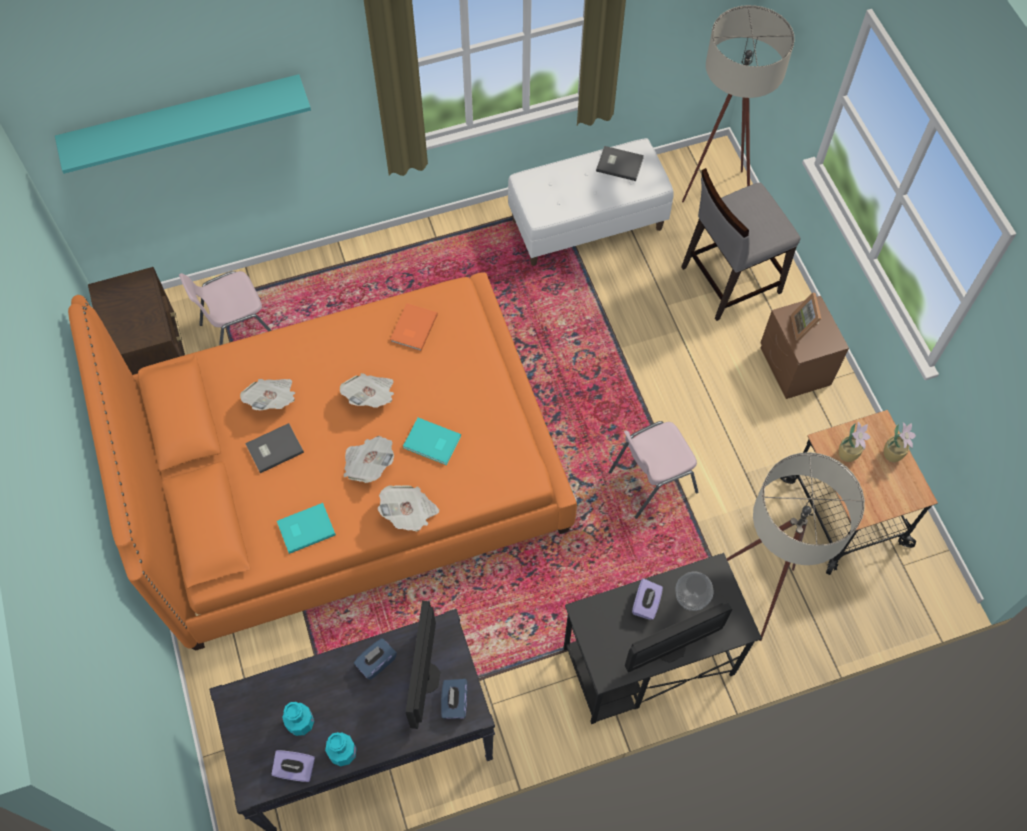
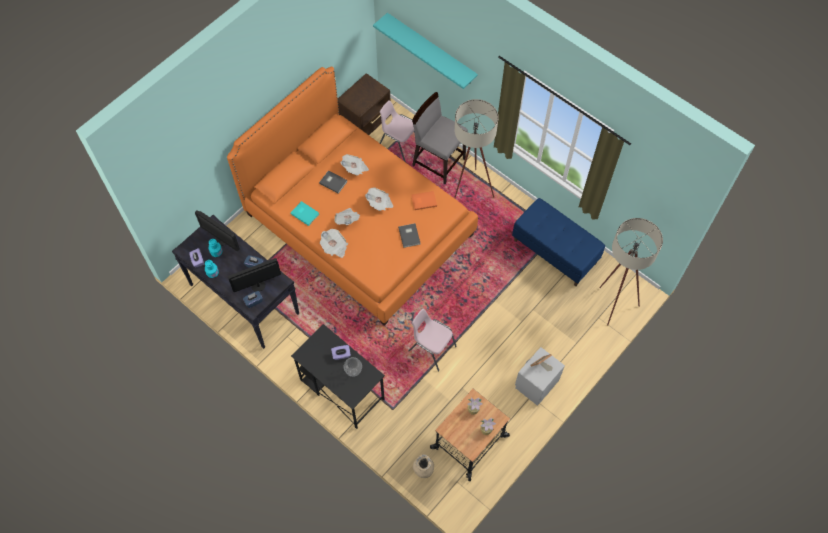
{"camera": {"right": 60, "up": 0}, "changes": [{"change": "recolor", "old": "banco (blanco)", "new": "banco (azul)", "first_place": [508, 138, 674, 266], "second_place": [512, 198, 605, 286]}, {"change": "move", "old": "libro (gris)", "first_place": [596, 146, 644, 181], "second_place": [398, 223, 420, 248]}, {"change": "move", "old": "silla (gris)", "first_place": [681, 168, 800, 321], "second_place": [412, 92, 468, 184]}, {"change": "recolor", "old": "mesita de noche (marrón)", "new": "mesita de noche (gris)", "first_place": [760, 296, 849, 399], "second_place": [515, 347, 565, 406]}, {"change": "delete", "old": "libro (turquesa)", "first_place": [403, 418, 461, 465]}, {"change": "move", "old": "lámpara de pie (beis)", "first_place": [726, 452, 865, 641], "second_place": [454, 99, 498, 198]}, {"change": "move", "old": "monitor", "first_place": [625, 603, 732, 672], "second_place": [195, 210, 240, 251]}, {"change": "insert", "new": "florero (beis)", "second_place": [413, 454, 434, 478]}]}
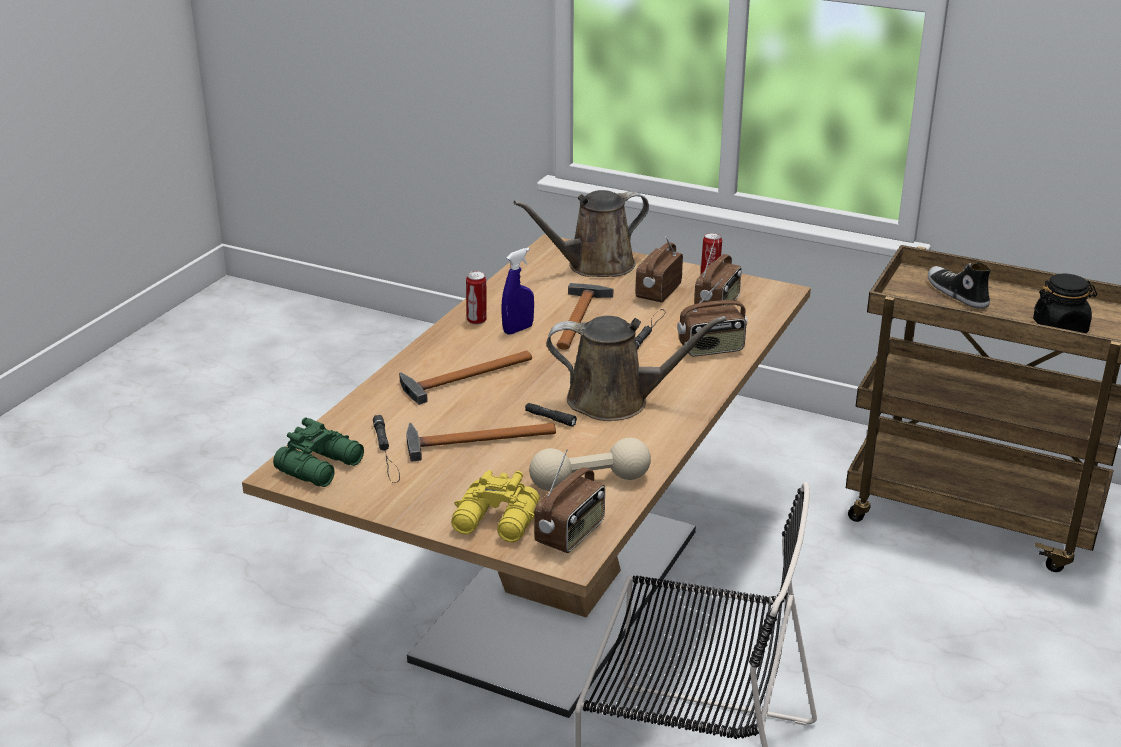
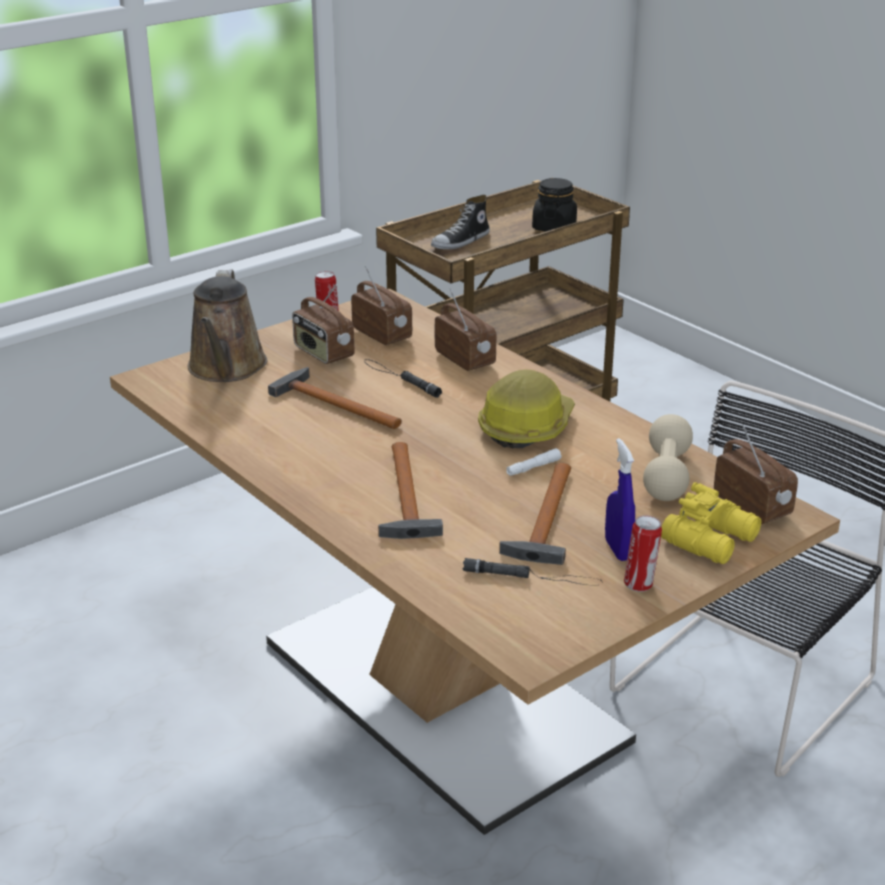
{"camera": {"right": -65, "up": 0}, "changes": [{"change": "move", "old": "pulverizador (azul)", "first_place": [501, 248, 534, 334], "second_place": [605, 438, 635, 561]}, {"change": "rotate", "old": "zapato", "first_place": [928, 262, 991, 309], "second_place": [431, 195, 490, 250], "degrees": -45}, {"change": "move", "old": "lata", "first_place": [466, 271, 487, 324], "second_place": [624, 515, 662, 592]}, {"change": "rotate", "old": "radio", "first_place": [677, 279, 747, 356], "second_place": [435, 288, 496, 371], "degrees": -45}, {"change": "replace", "old": "regadera (marrón)", "new": "casco", "first_place": [547, 316, 727, 421], "second_place": [478, 370, 575, 448]}, {"change": "recolor", "old": "linterna (negro)", "new": "linterna (blanco)", "first_place": [525, 403, 577, 427], "second_place": [506, 448, 561, 476]}, {"change": "delete", "old": "prismáticos (verde)", "first_place": [273, 417, 364, 487]}]}
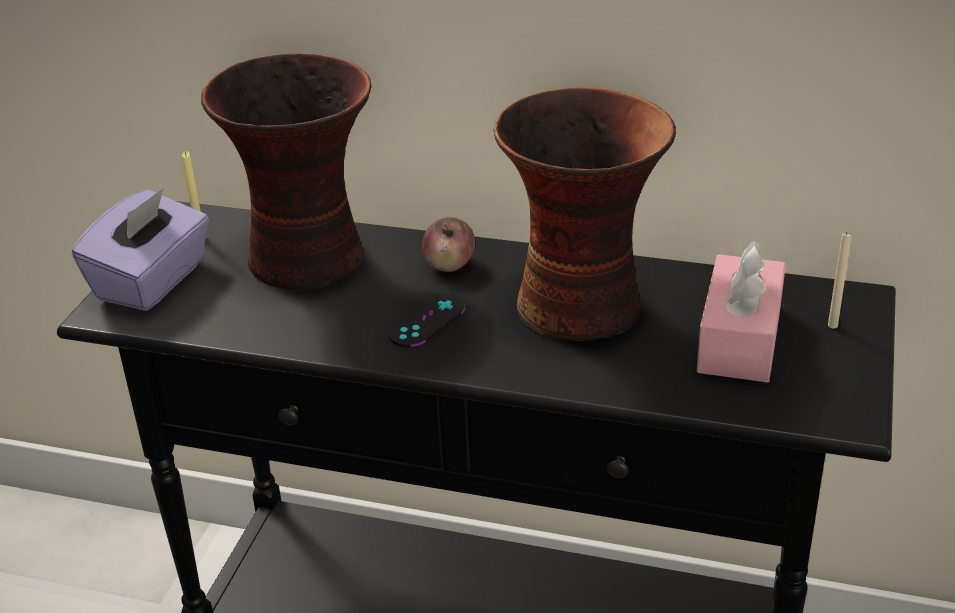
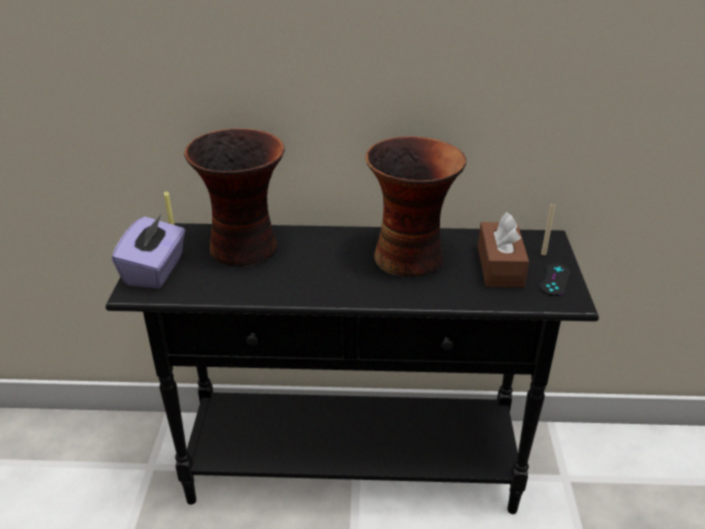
{"camera": {"right": -15, "up": 0}, "changes": [{"change": "delete", "old": "manzana", "first_place": [422, 217, 475, 272]}, {"change": "recolor", "old": "caja de pañuelos (rosa)", "new": "caja de pañuelos (marrón)", "first_place": [697, 240, 786, 383], "second_place": [478, 212, 529, 288]}, {"change": "move", "old": "mando de consola (negro)", "first_place": [389, 295, 465, 347], "second_place": [540, 263, 571, 296]}]}
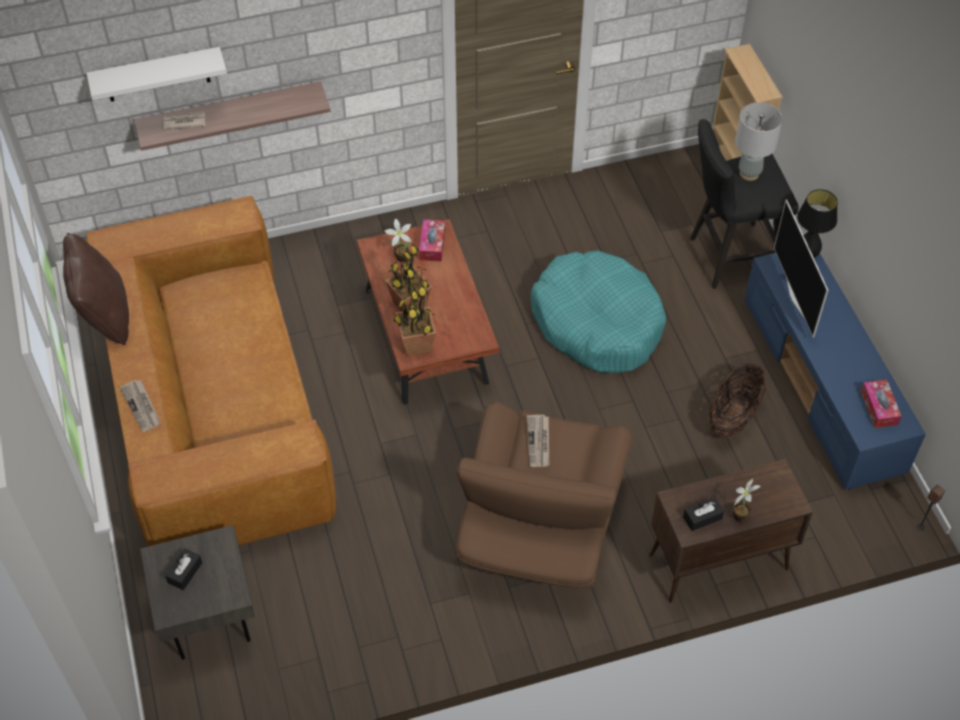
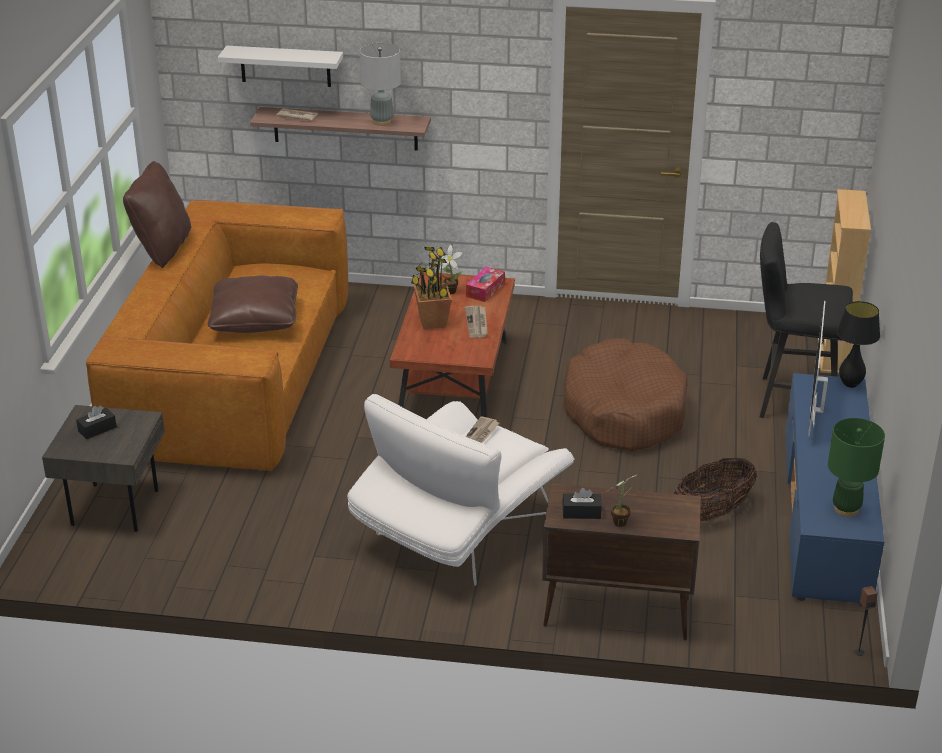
{"camera": {"right": 25, "up": -20}, "changes": [{"change": "move", "old": "lámpara de mesa (gris)", "first_place": [735, 102, 783, 181], "second_place": [360, 43, 401, 126]}, {"change": "recolor", "old": "cama para perro (turquesa)", "new": "cama para perro (marrón)", "first_place": [531, 251, 666, 373], "second_place": [563, 338, 687, 451]}, {"change": "delete", "old": "planta en maceta", "first_place": [394, 283, 436, 356]}, {"change": "replace", "old": "caja de pañuelos", "new": "lámpara de mesa (verde)", "first_place": [861, 379, 902, 428], "second_place": [828, 418, 885, 517]}, {"change": "move", "old": "periódico", "first_place": [119, 380, 161, 432], "second_place": [465, 306, 488, 338]}, {"change": "recolor", "old": "sillón (marrón)", "new": "sillón (blanco)", "first_place": [456, 402, 632, 588], "second_place": [347, 394, 574, 586]}, {"change": "insert", "new": "cojín (marrón)", "second_place": [208, 276, 298, 333]}]}
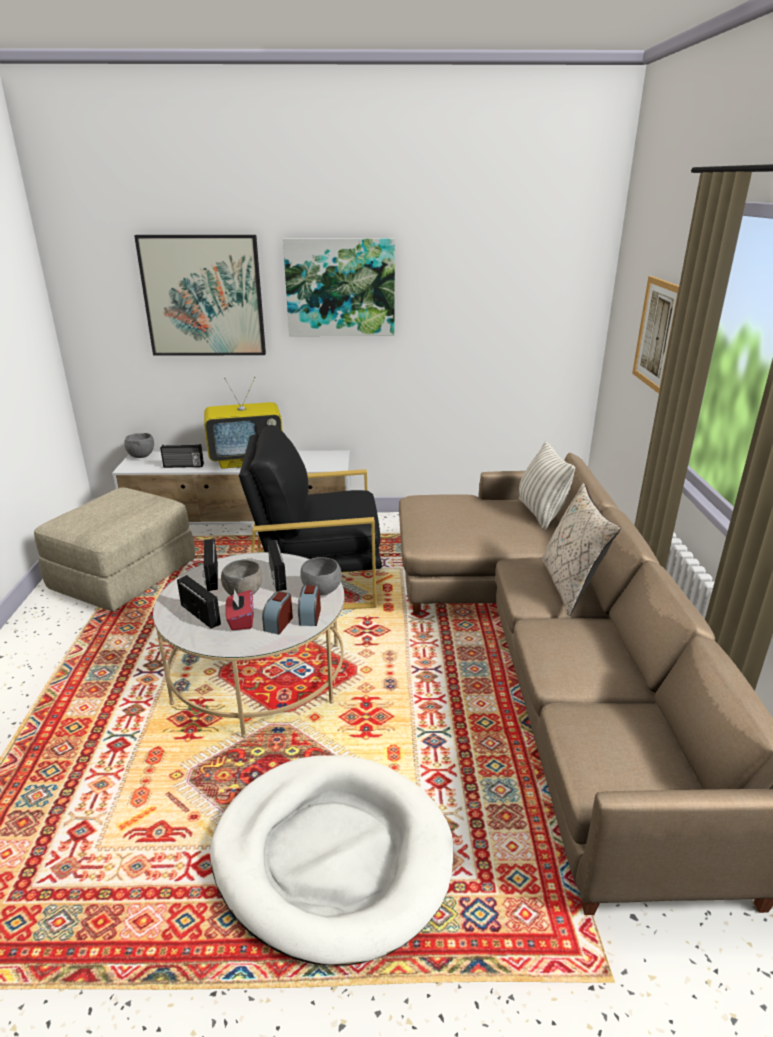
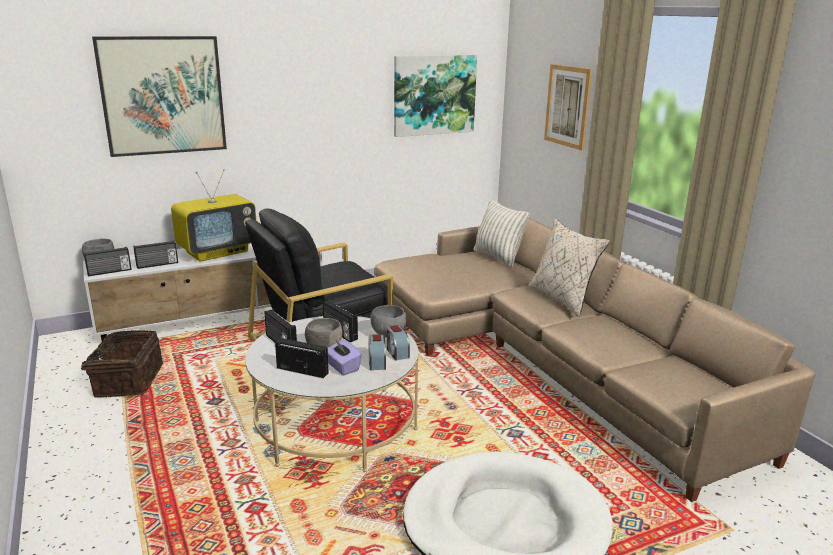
{"camera": {"right": -25, "up": -5}, "changes": [{"change": "move", "old": "cuadro", "first_place": [283, 238, 395, 336], "second_place": [394, 55, 477, 137]}, {"change": "replace", "old": "puf (beis)", "new": "cesta", "first_place": [34, 487, 195, 611], "second_place": [77, 330, 163, 398]}, {"change": "recolor", "old": "caja de pañuelos (rojo)", "new": "caja de pañuelos (morado)", "first_place": [225, 589, 253, 630], "second_place": [328, 339, 362, 375]}, {"change": "insert", "new": "radio", "second_place": [84, 247, 131, 276]}]}
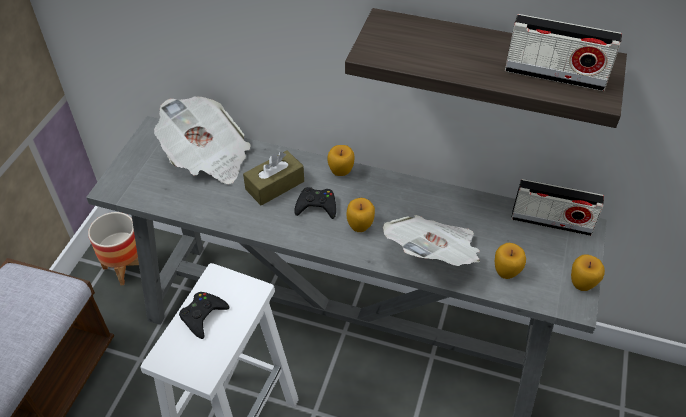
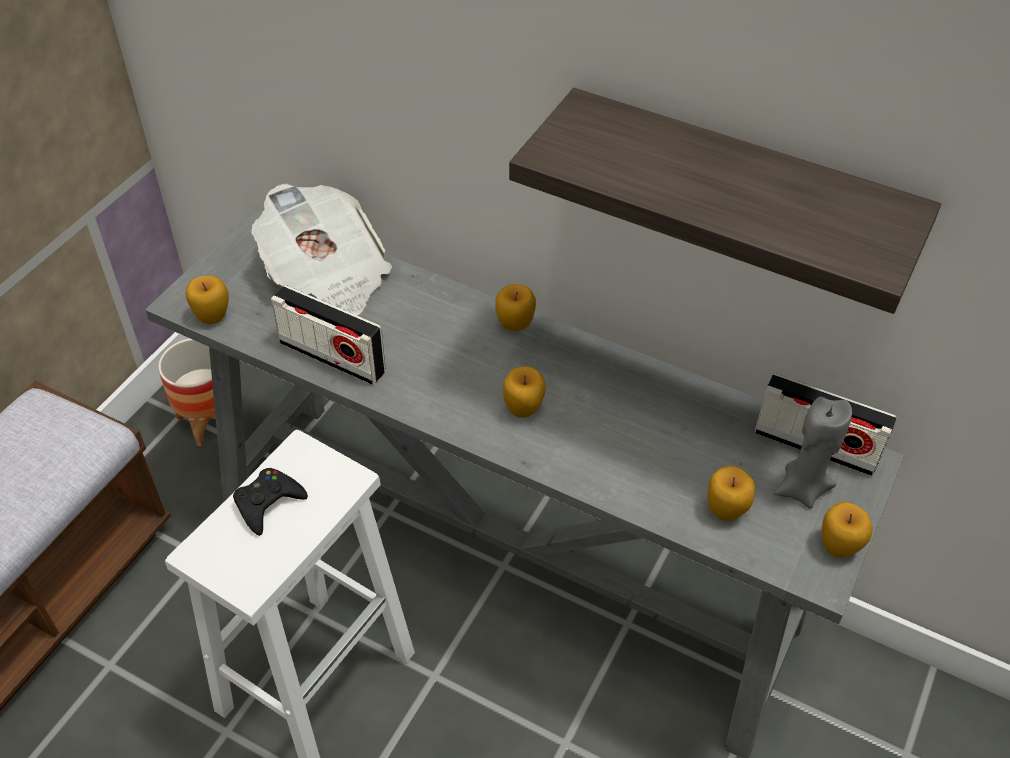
{"camera": {"right": 10, "up": 0}, "changes": [{"change": "move", "old": "radio", "first_place": [505, 14, 622, 91], "second_place": [271, 285, 386, 385]}, {"change": "delete", "old": "caja de pañuelos (marrón)", "first_place": [243, 151, 304, 206]}, {"change": "delete", "old": "mando de consola (negro)", "first_place": [294, 187, 336, 219]}, {"change": "delete", "old": "periódico", "first_place": [383, 215, 480, 266]}, {"change": "insert", "new": "manzana", "second_place": [186, 275, 229, 324]}, {"change": "insert", "new": "vela (gris)", "second_place": [774, 397, 852, 508]}]}
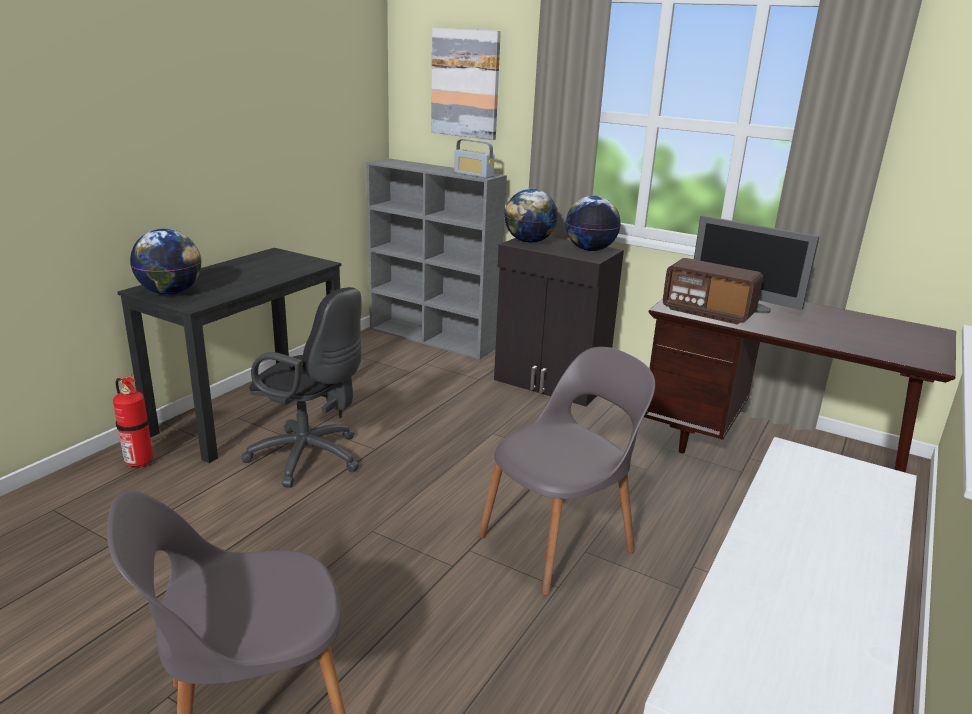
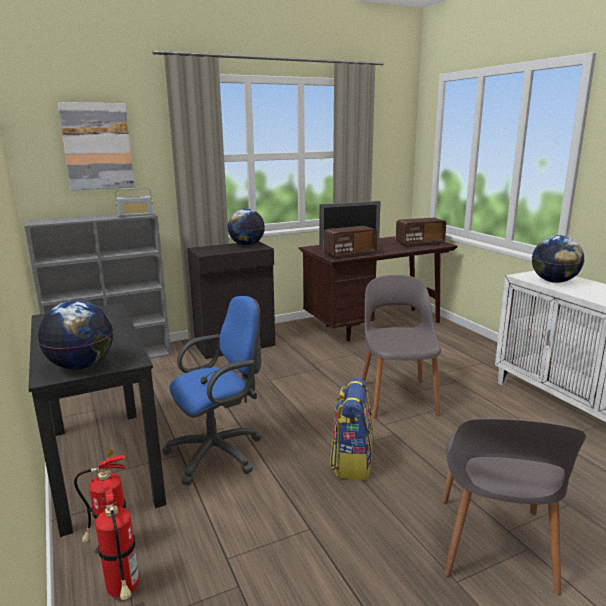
{"camera": {"right": -55, "up": -5}, "changes": [{"change": "move", "old": "globo terráqueo", "first_place": [505, 189, 558, 243], "second_place": [532, 235, 584, 283]}, {"change": "recolor", "old": "silla de oficina (negro)", "new": "silla de oficina (azul)", "first_place": [241, 287, 362, 488], "second_place": [162, 296, 261, 486]}, {"change": "insert", "new": "radio", "second_place": [396, 218, 446, 247]}, {"change": "insert", "new": "mochila", "second_place": [330, 378, 374, 480]}, {"change": "insert", "new": "extintor", "second_place": [95, 479, 139, 600]}]}
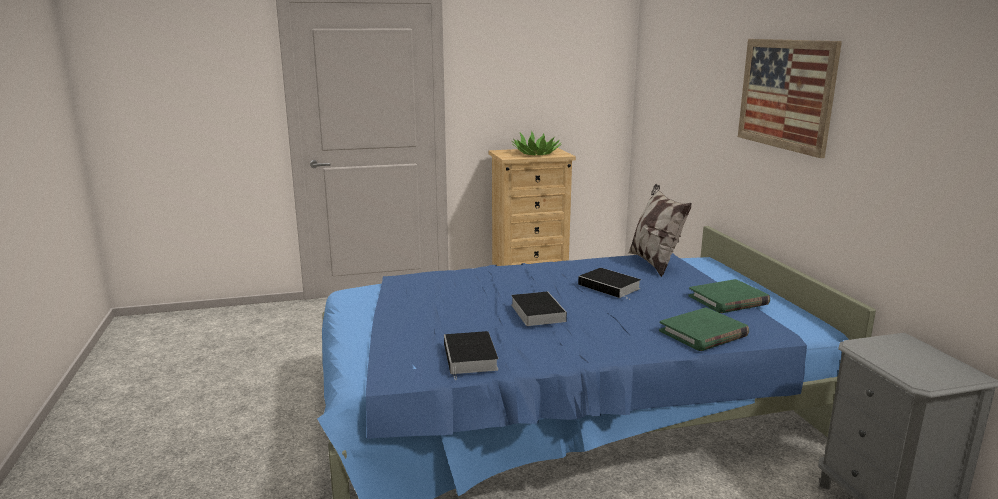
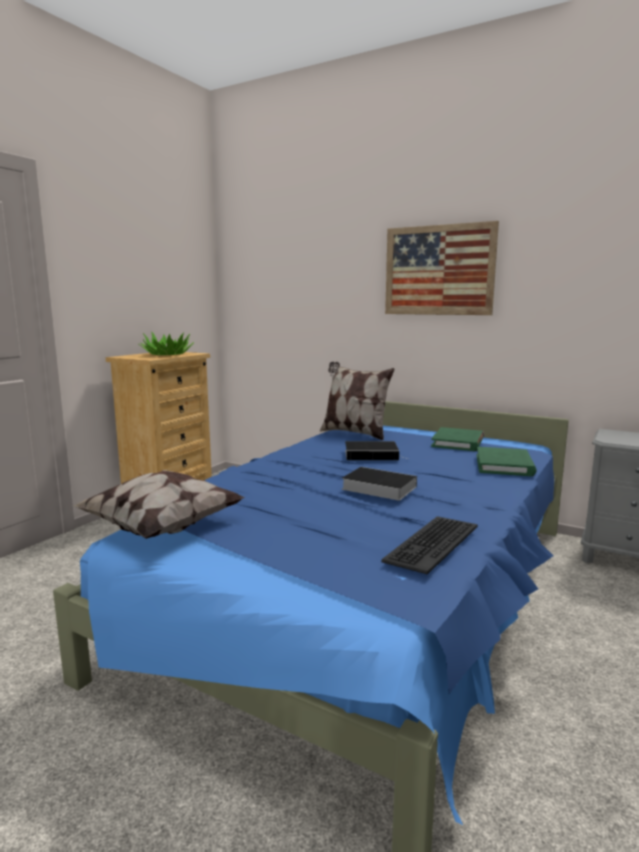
{"camera": {"right": -45, "up": -5}, "changes": [{"change": "replace", "old": "libro", "new": "teclado", "first_place": [444, 331, 498, 380], "second_place": [381, 516, 478, 574]}, {"change": "insert", "new": "cojín", "second_place": [72, 470, 245, 539]}]}
